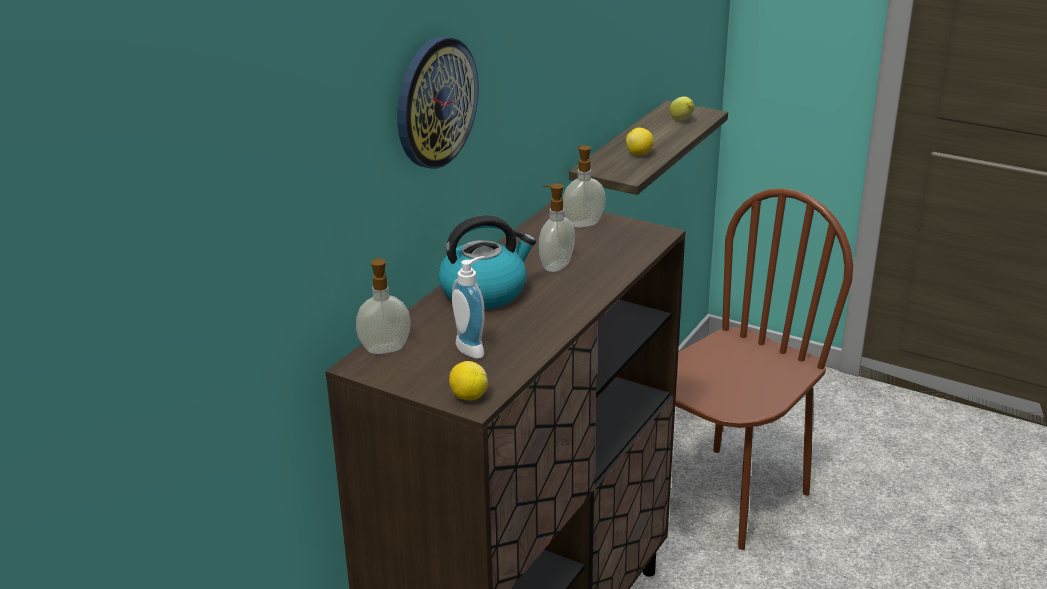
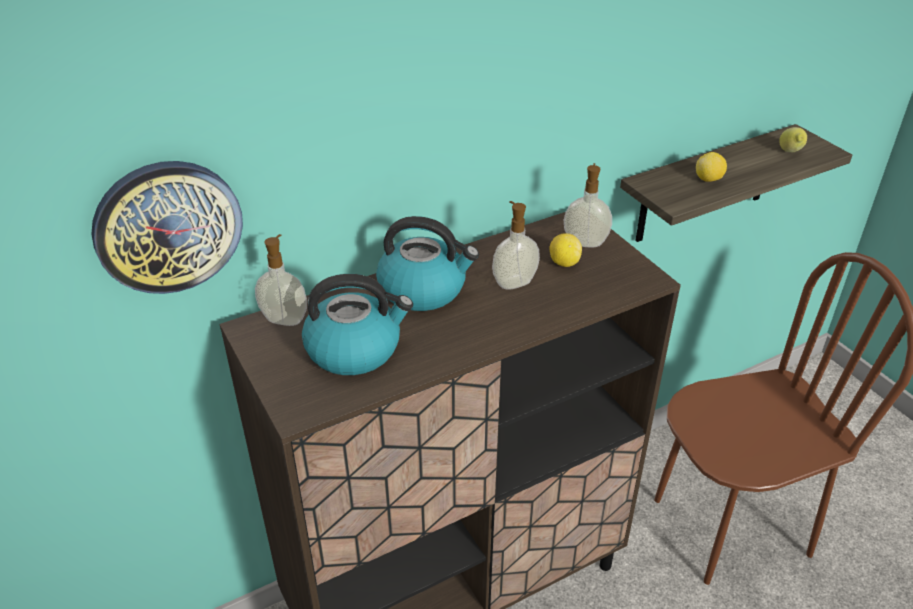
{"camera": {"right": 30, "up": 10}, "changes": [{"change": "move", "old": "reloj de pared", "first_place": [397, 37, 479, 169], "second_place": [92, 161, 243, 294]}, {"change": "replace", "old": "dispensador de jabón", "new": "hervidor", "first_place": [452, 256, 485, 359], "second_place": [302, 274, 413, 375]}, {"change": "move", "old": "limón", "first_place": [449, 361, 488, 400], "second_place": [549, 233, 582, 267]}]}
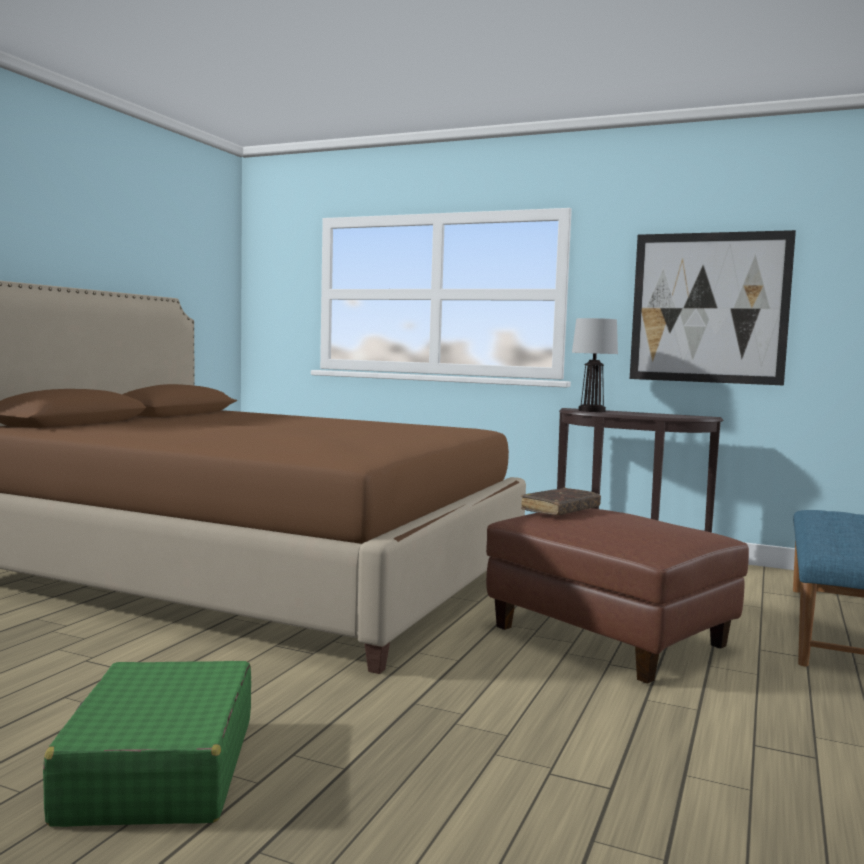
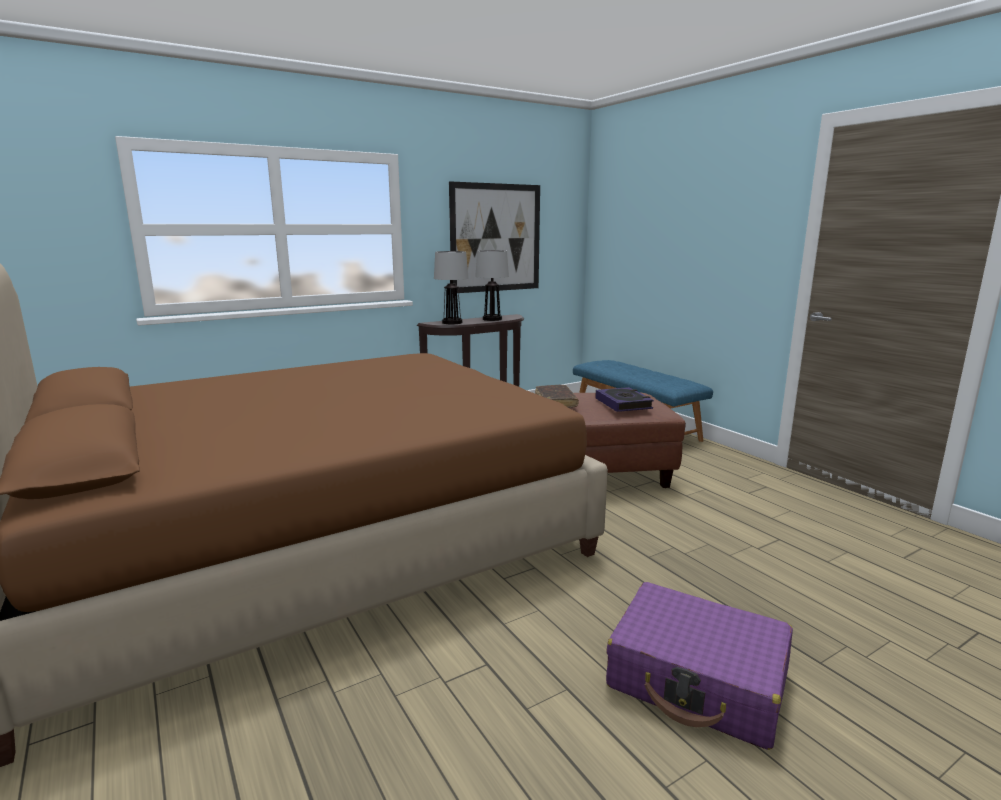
{"camera": {"right": -55, "up": 10}, "changes": [{"change": "recolor", "old": "maleta (verde)", "new": "maleta (morado)", "first_place": [43, 661, 251, 827], "second_place": [606, 582, 793, 750]}, {"change": "insert", "new": "lámpara de mesa", "second_place": [475, 250, 509, 321]}, {"change": "insert", "new": "libro", "second_place": [595, 387, 654, 412]}]}
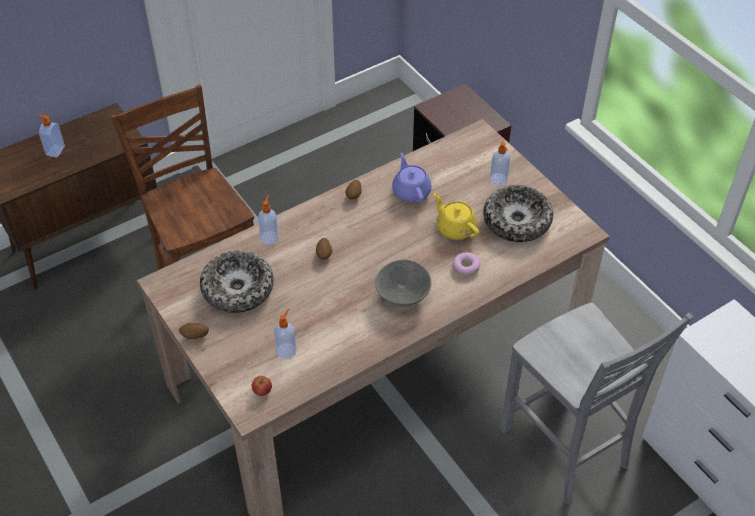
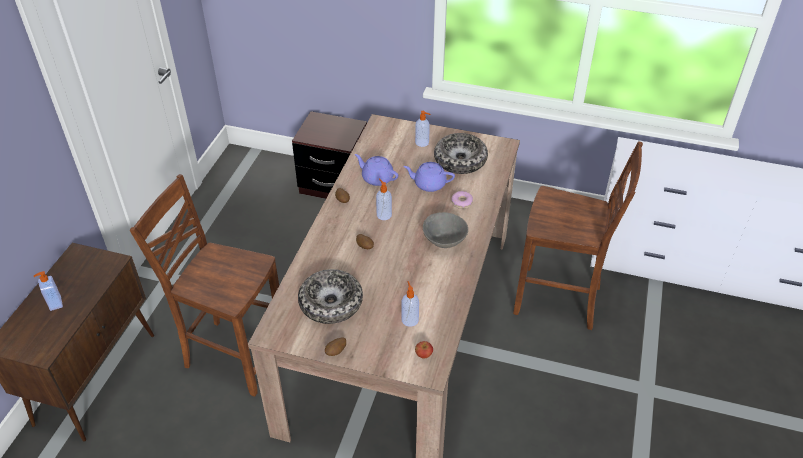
{"camera": {"right": -40, "up": -5}, "changes": [{"change": "recolor", "old": "tetera (amarillo)", "new": "tetera (morado)", "first_place": [433, 193, 479, 240], "second_place": [403, 162, 455, 192]}, {"change": "move", "old": "dispensador de jabón", "first_place": [258, 195, 279, 244], "second_place": [376, 178, 392, 220]}, {"change": "recolor", "old": "silla (gris)", "new": "silla (marrón)", "first_place": [500, 303, 693, 504], "second_place": [513, 142, 643, 330]}]}
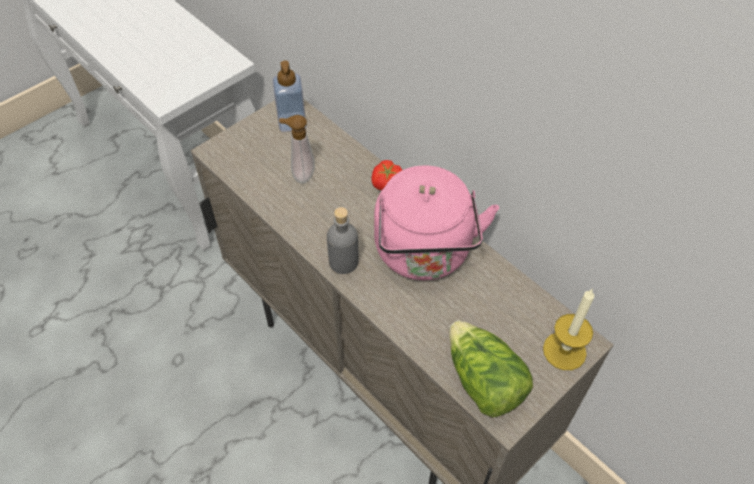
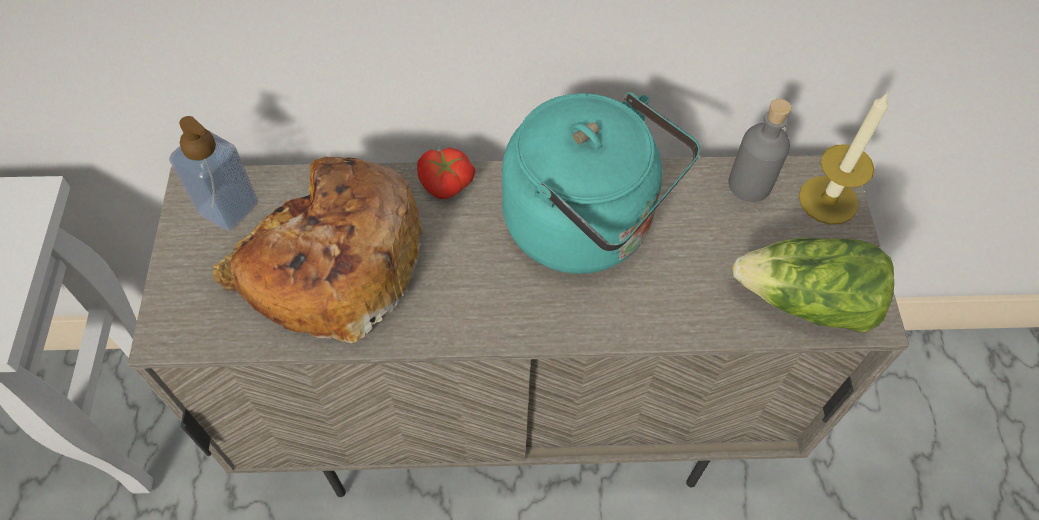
{"camera": {"right": -50, "up": 5}, "changes": [{"change": "replace", "old": "dispensador de jabón", "new": "pan", "first_place": [279, 115, 315, 184], "second_place": [212, 157, 422, 343]}, {"change": "recolor", "old": "hervidor (rosa)", "new": "hervidor (turquesa)", "first_place": [374, 165, 499, 280], "second_place": [502, 92, 700, 274]}, {"change": "move", "old": "botella (gris)", "first_place": [327, 207, 359, 274], "second_place": [728, 99, 791, 202]}]}
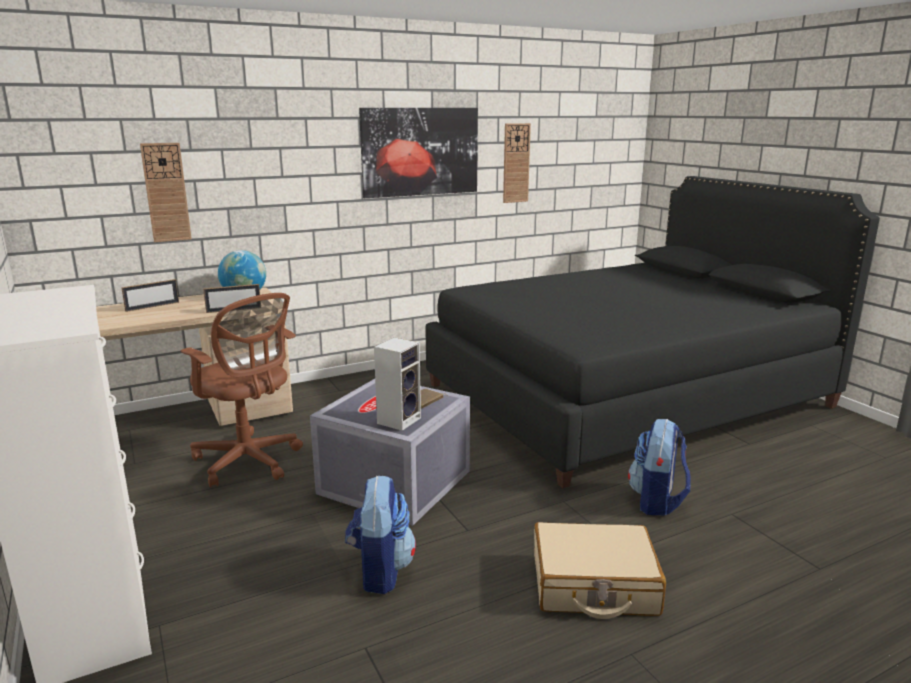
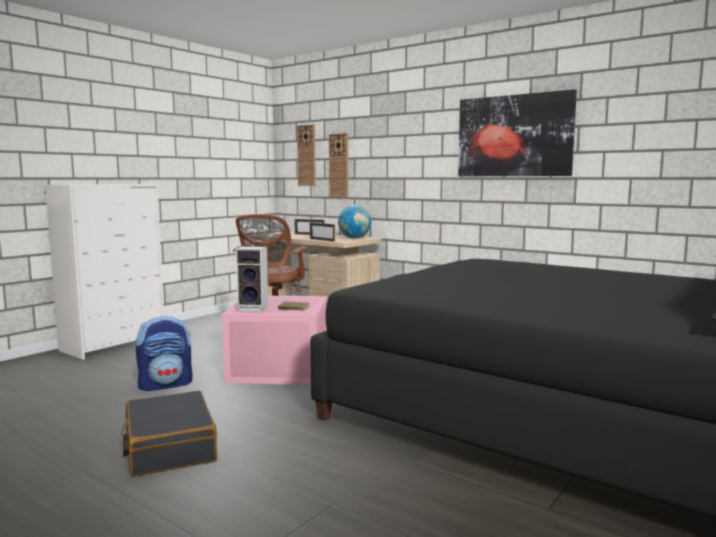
{"camera": {"right": 65, "up": -10}, "changes": [{"change": "move", "old": "reloj de pared", "first_place": [503, 123, 531, 203], "second_place": [297, 124, 316, 186]}, {"change": "recolor", "old": "caja de almacenaje (gris)", "new": "caja de almacenaje (rosa)", "first_place": [310, 379, 470, 526], "second_place": [222, 296, 327, 385]}, {"change": "delete", "old": "mochila", "first_place": [628, 419, 691, 516]}, {"change": "recolor", "old": "maleta (beis)", "new": "maleta (negro)", "first_place": [534, 522, 666, 619], "second_place": [121, 391, 217, 477]}]}
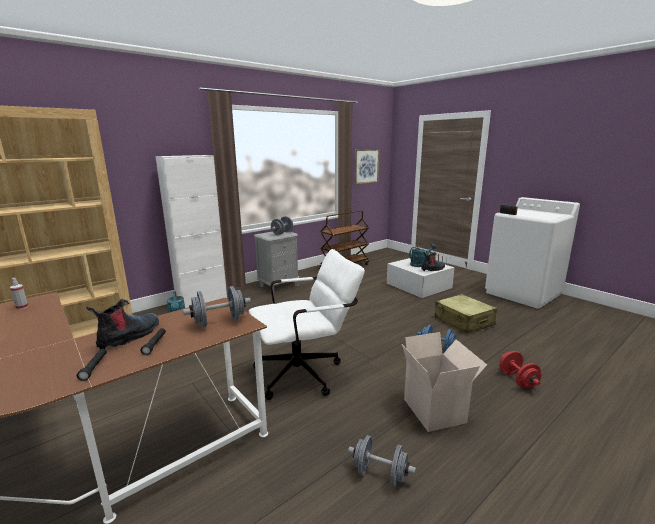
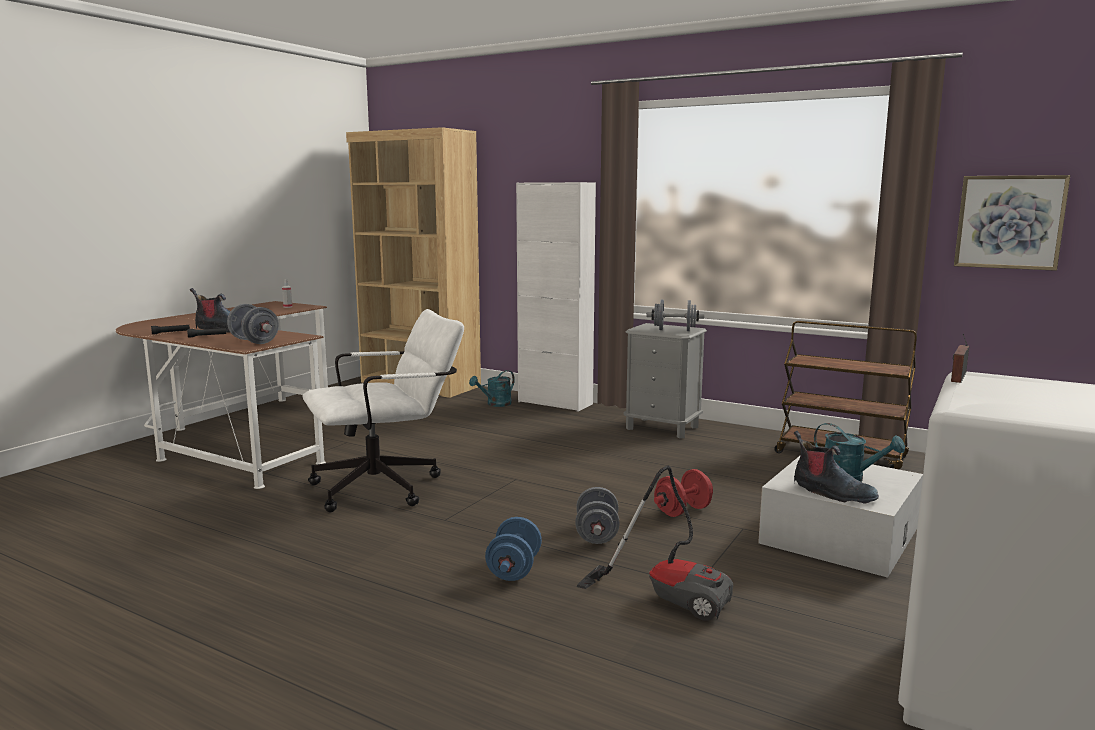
{"camera": {"right": 70, "up": -5}, "changes": [{"change": "rotate", "old": "silla de oficina (blanco)", "first_place": [249, 249, 365, 400], "second_place": [302, 309, 464, 512], "degrees": -75}, {"change": "replace", "old": "maleta (beis)", "new": "aspiradora", "first_place": [435, 294, 497, 334], "second_place": [577, 466, 733, 621]}, {"change": "delete", "old": "caja de cartón", "first_place": [402, 332, 487, 432]}, {"change": "move", "old": "mancuerna (rojo)", "first_place": [500, 351, 541, 388], "second_place": [654, 469, 713, 517]}, {"change": "move", "old": "mancuerna (gris)", "first_place": [348, 435, 416, 486], "second_place": [575, 487, 620, 544]}]}
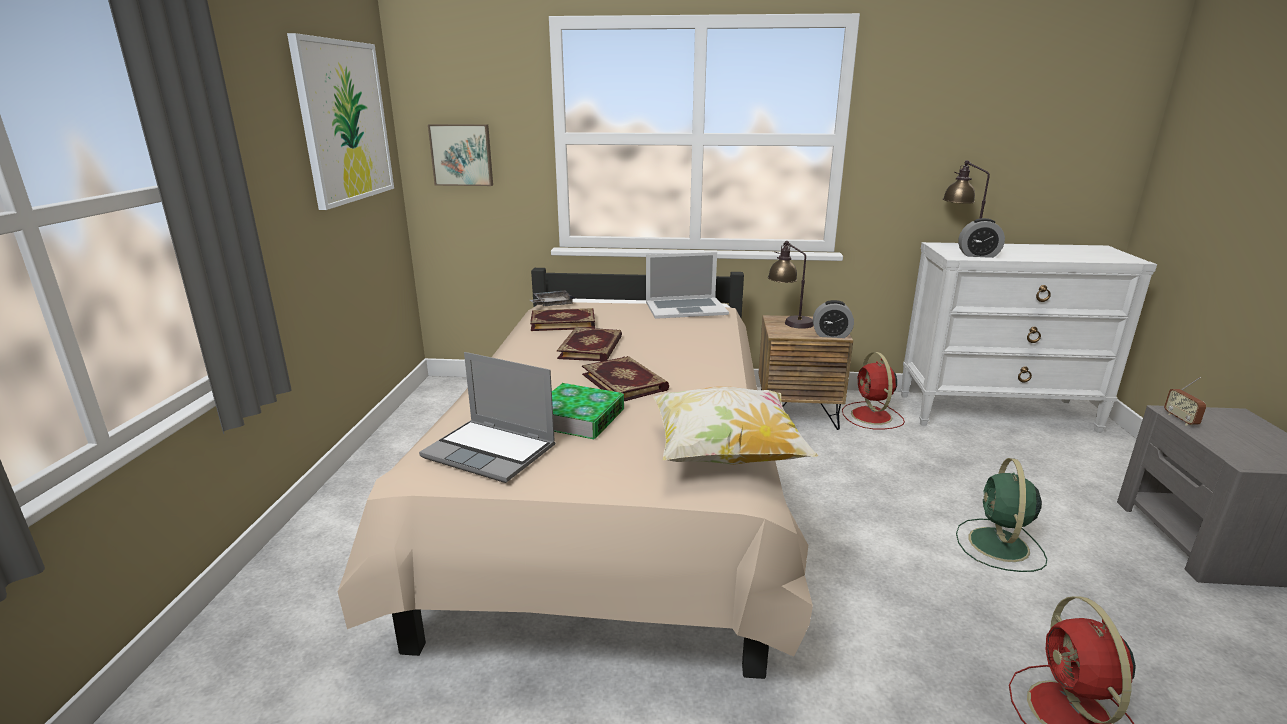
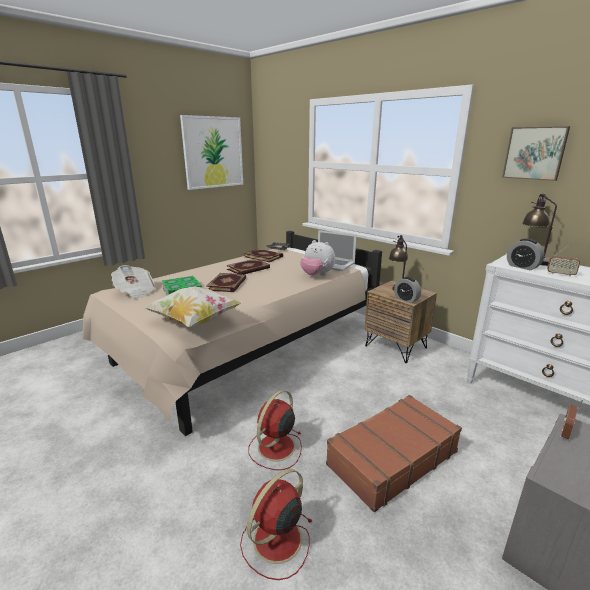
{"camera": {"right": 40, "up": 0}, "changes": [{"change": "move", "old": "cuadro", "first_place": [428, 124, 493, 186], "second_place": [502, 126, 570, 181]}, {"change": "replace", "old": "portátil", "new": "periódico", "first_place": [419, 352, 555, 483], "second_place": [111, 265, 156, 299]}, {"change": "move", "old": "ventilador (rojo)", "first_place": [842, 352, 905, 429], "second_place": [248, 390, 302, 470]}, {"change": "replace", "old": "ventilador (verde)", "new": "maleta (marrón)", "first_place": [956, 458, 1047, 572], "second_place": [326, 395, 462, 512]}, {"change": "insert", "new": "peluche", "second_place": [300, 240, 335, 276]}, {"change": "insert", "new": "radio", "second_place": [547, 245, 580, 277]}]}
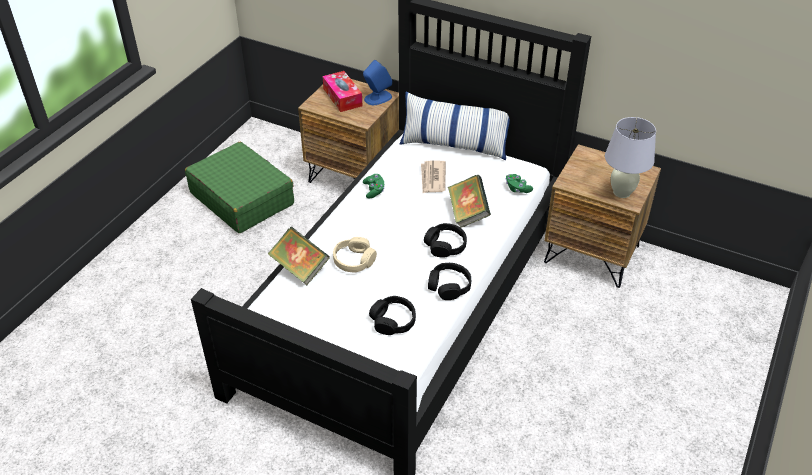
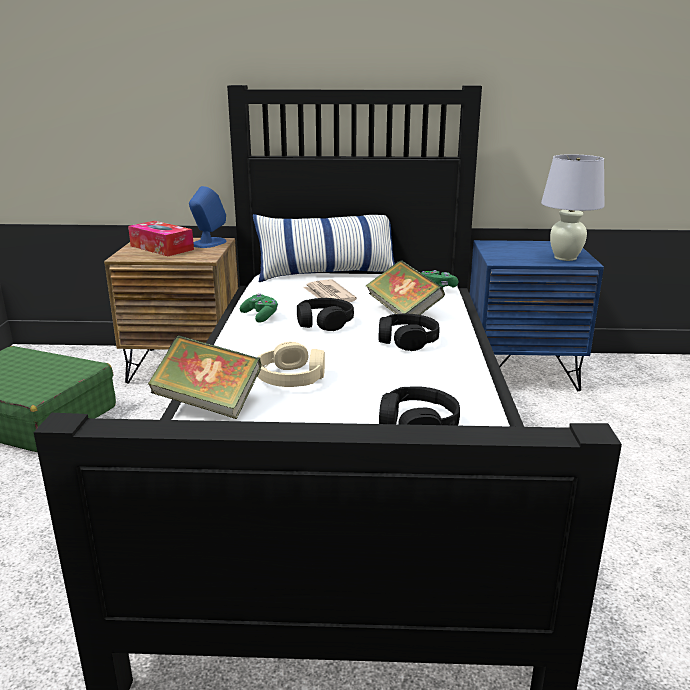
{"camera": {"right": -25, "up": -20}, "changes": [{"change": "recolor", "old": "mesita de noche (marrón)", "new": "mesita de noche (azul)", "first_place": [544, 144, 661, 288], "second_place": [470, 240, 604, 391]}, {"change": "move", "old": "auriculares (negro)", "first_place": [428, 263, 471, 300], "second_place": [297, 298, 354, 331]}]}
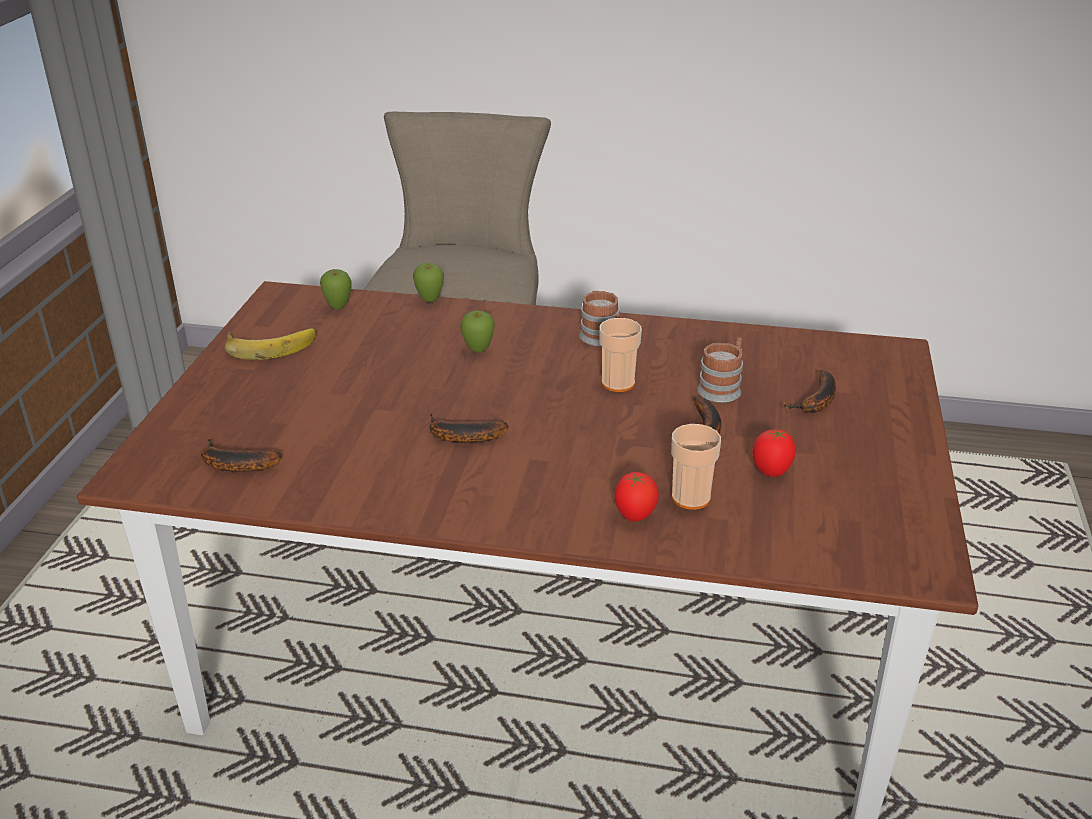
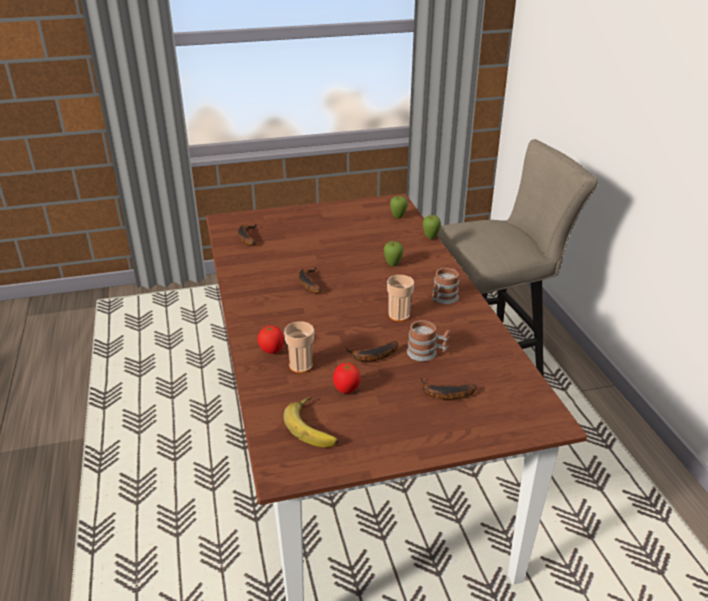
{"camera": {"right": 65, "up": 0}, "changes": [{"change": "move", "old": "plátano", "first_place": [224, 328, 316, 360], "second_place": [283, 397, 338, 447]}]}
